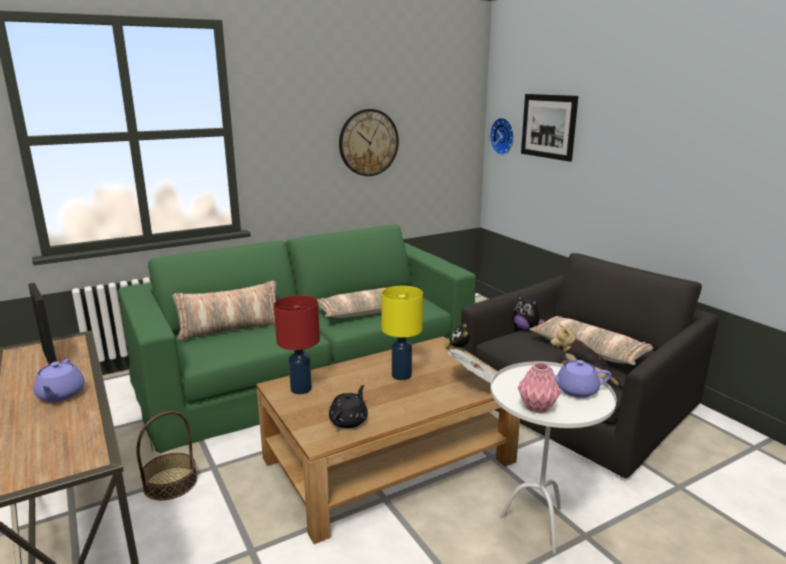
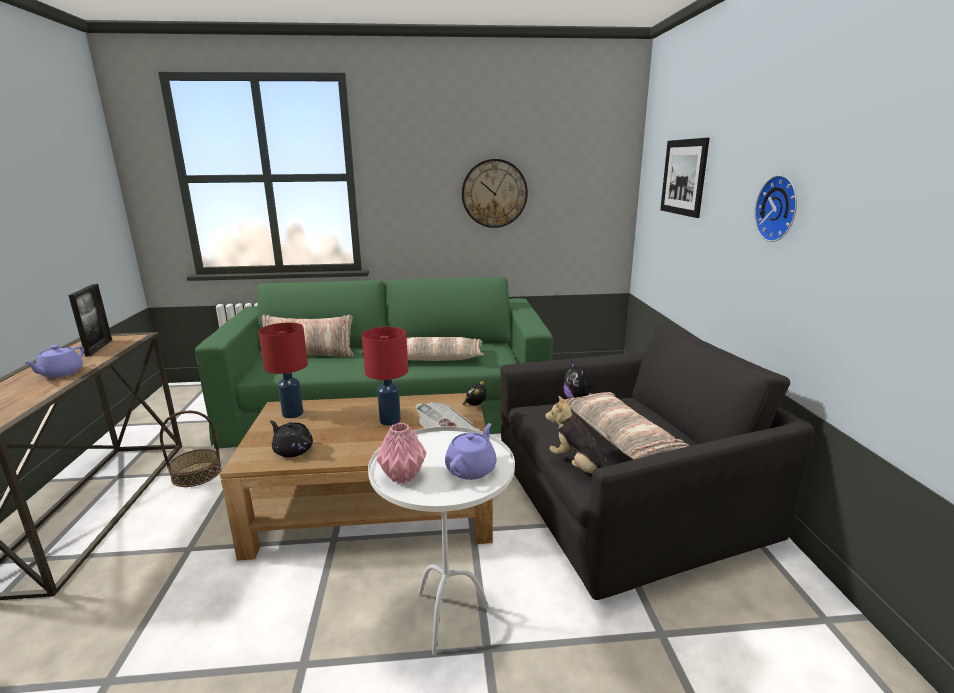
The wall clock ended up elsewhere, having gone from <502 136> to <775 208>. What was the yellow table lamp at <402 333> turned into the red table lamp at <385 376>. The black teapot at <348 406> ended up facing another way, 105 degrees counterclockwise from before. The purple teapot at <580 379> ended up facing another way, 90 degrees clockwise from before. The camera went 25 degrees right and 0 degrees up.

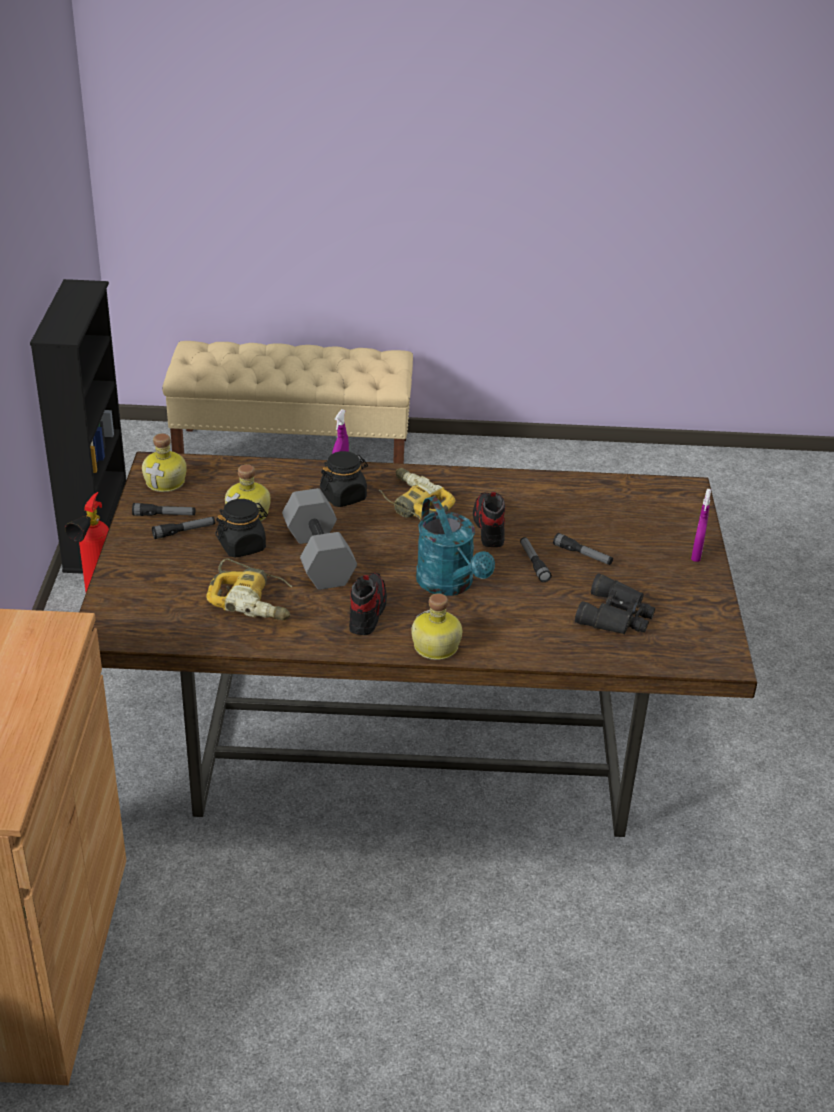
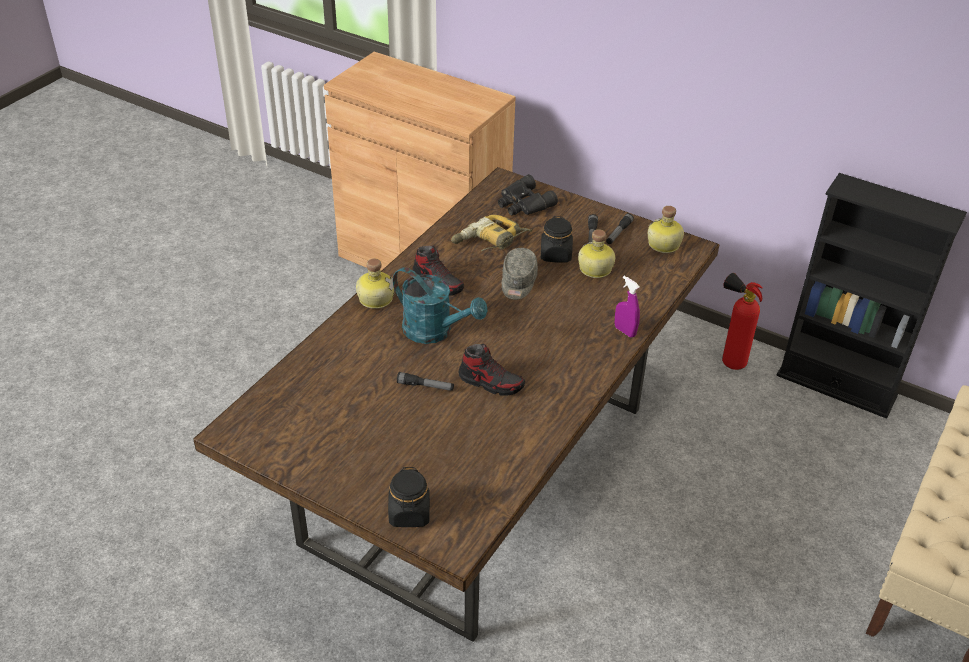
The second view lost the power drill at <417 494>. The second view lost the flashlight at <583 549>. The second view lost the purple spray bottle at <701 525>. The black jar ended up elsewhere, having gone from <344 479> to <409 497>. The black binoculars ended up elsewhere, having gone from <615 603> to <528 194>. Where the grey dumbbell stood at <319 539>, the grey cap came to stand at <520 274>. The turquoise watering can at <455 546> ended up facing another way, 150 degrees counterclockwise from before. The camera went 120 degrees right and 5 degrees up.

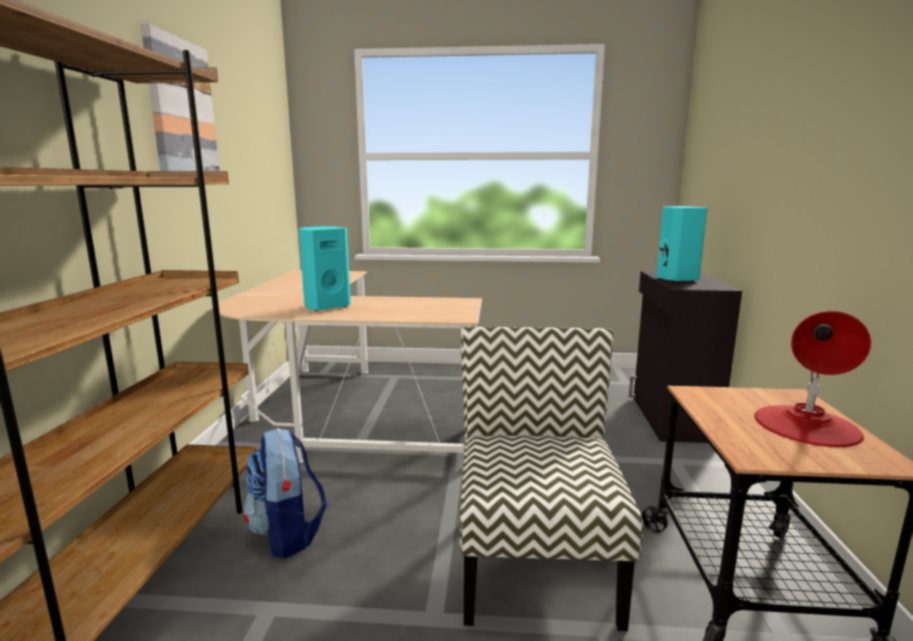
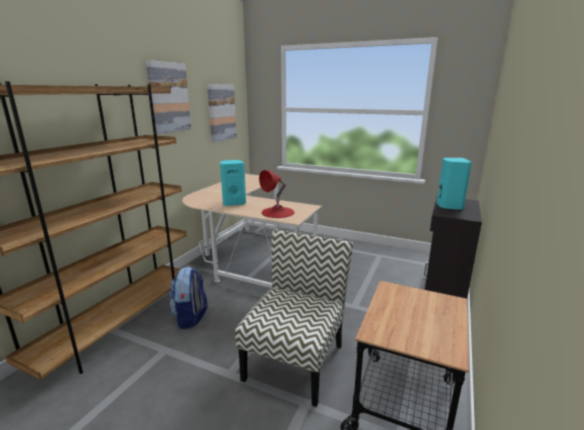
The second view gained the picture at <222 113>. The red table lamp ended up elsewhere, having gone from <812 379> to <276 194>. The camera went 20 degrees right and 5 degrees up.

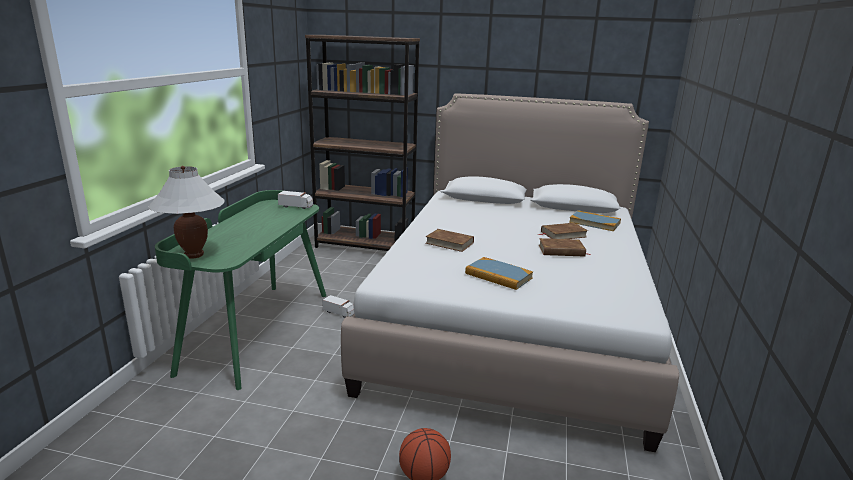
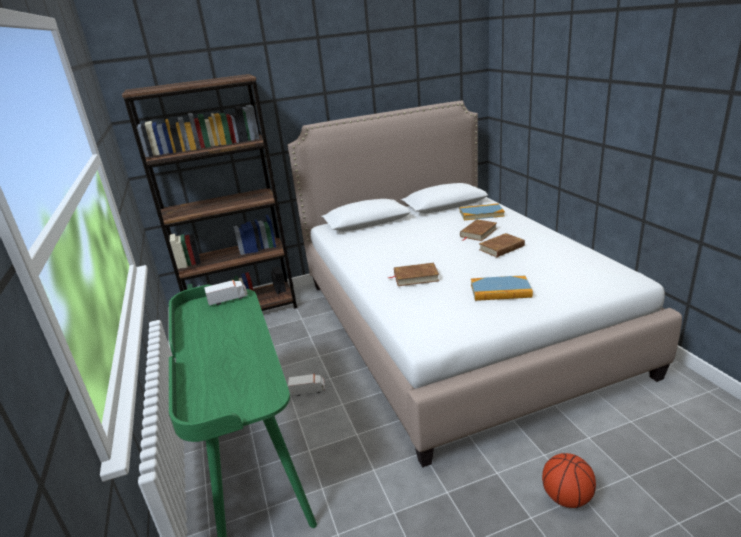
The second view lost the white table lamp at <187 212>. The camera went 30 degrees left and 5 degrees up.

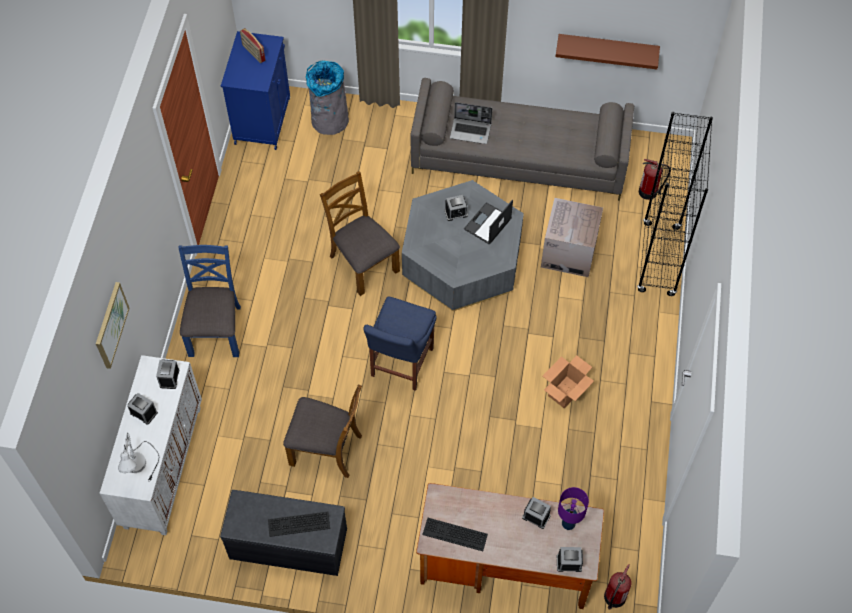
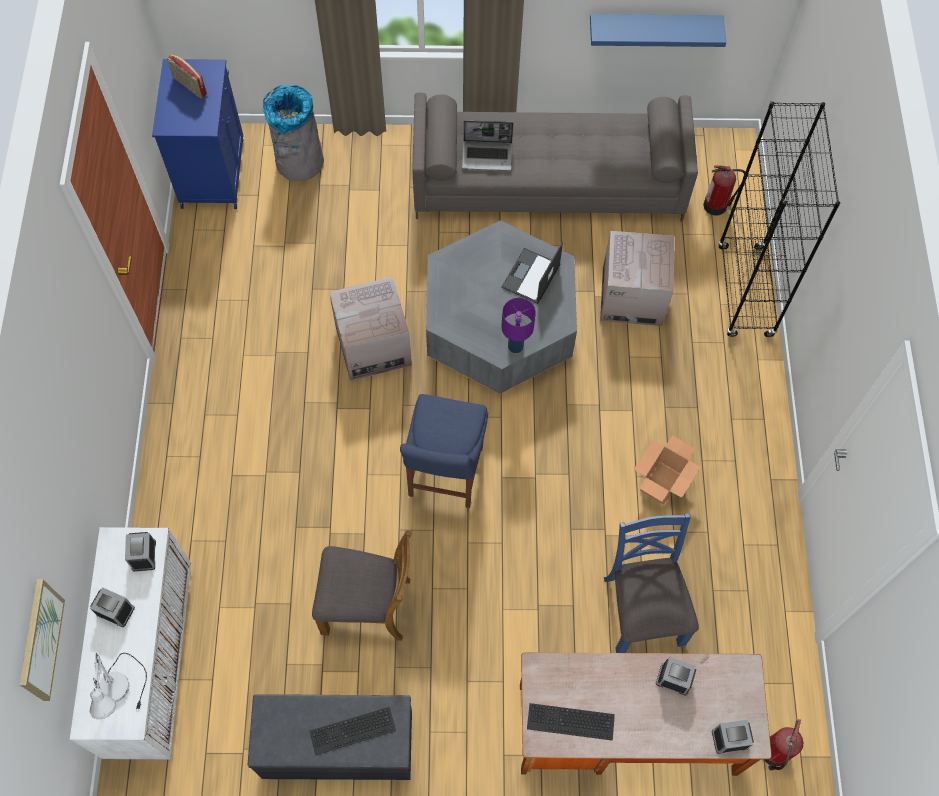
The second view lost the alarm clock at <456 208>. The picture ended up elsewhere, having gone from <113 325> to <42 640>. The blue chair ended up elsewhere, having gone from <209 301> to <651 583>. The purple table lamp ended up elsewhere, having gone from <573 508> to <518 325>. Where the brown chair stood at <360 233>, the cardboard box came to stand at <370 329>. What was the brown shelf at <607 51> turned into the blue shelf at <658 30>. The camera went 10 degrees left and 5 degrees up.

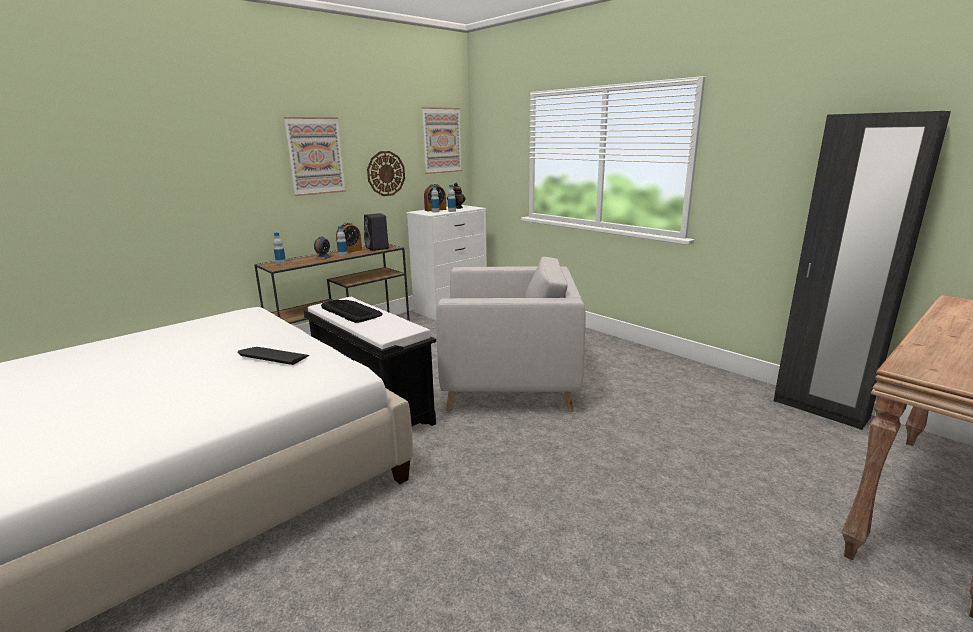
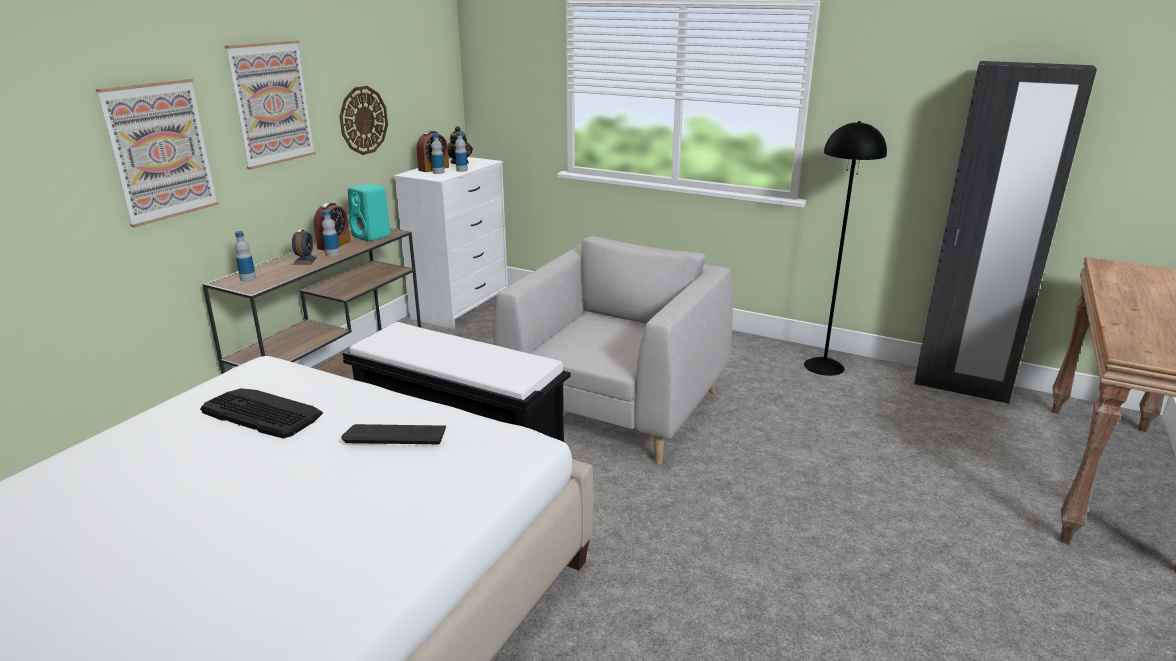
The second view gained the black floor lamp at <845 248>. The keyboard ended up elsewhere, having gone from <352 311> to <261 413>. The picture ended up elsewhere, having gone from <442 140> to <157 153>. What was the black speaker at <376 232> turned into the turquoise speaker at <369 212>. The grey armchair at <511 334> ended up facing another way, 45 degrees counterclockwise from before. The camera went 20 degrees left and 5 degrees up.

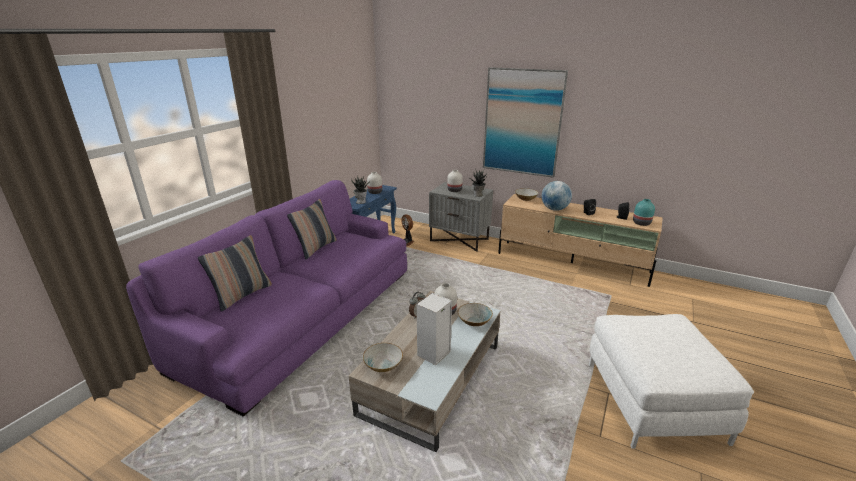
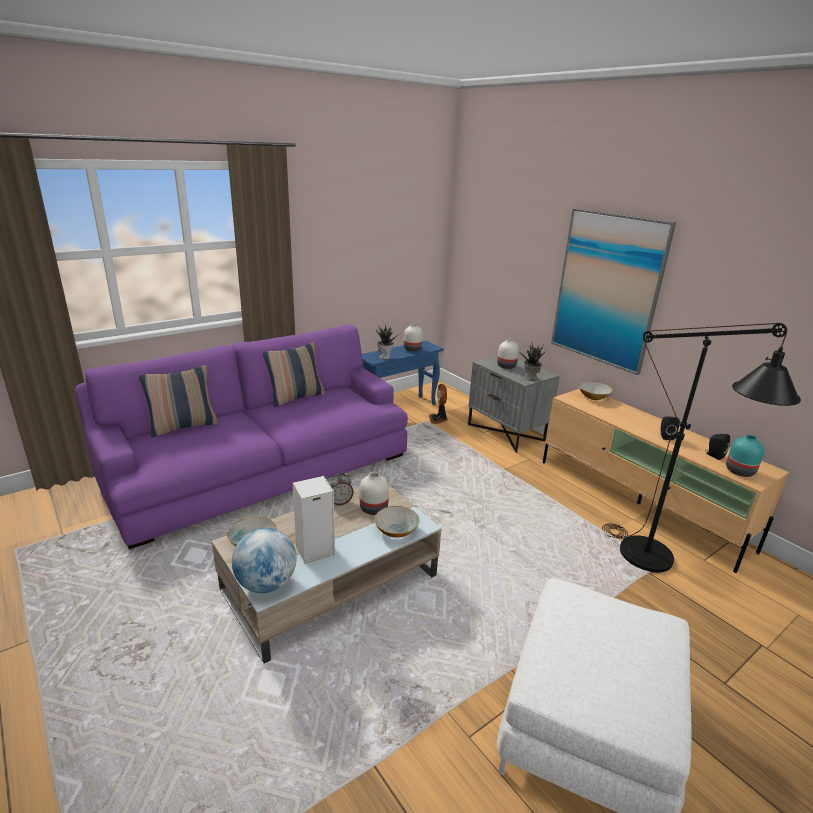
The second view gained the black floor lamp at <701 448>. The globe ended up elsewhere, having gone from <556 196> to <264 560>. The camera went 25 degrees right and 0 degrees up.

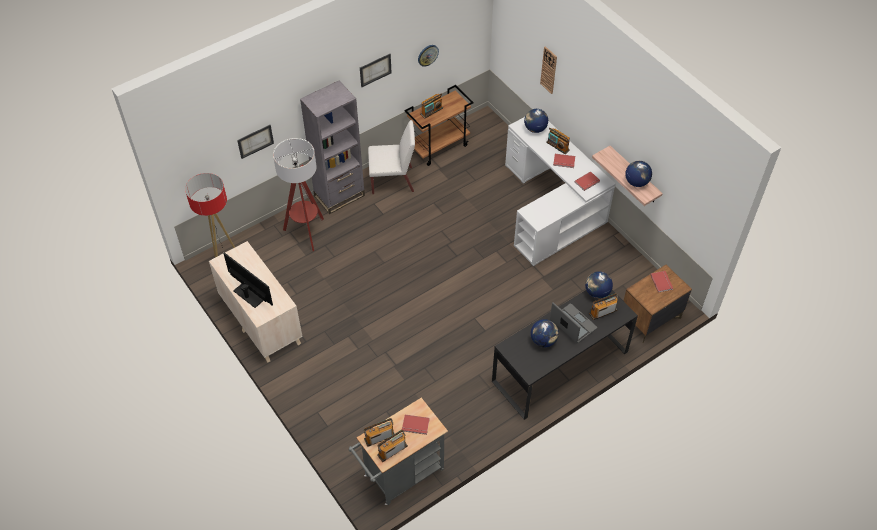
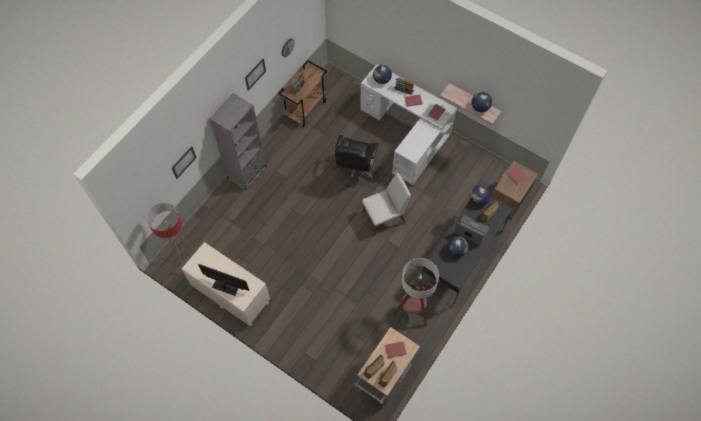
The second view lost the wall clock at <548 70>. The second view gained the black office chair at <356 161>. The floor lamp ended up elsewhere, having gone from <298 194> to <415 292>. The white chair ended up elsewhere, having gone from <391 157> to <386 204>. The camera went 20 degrees left and 10 degrees up.

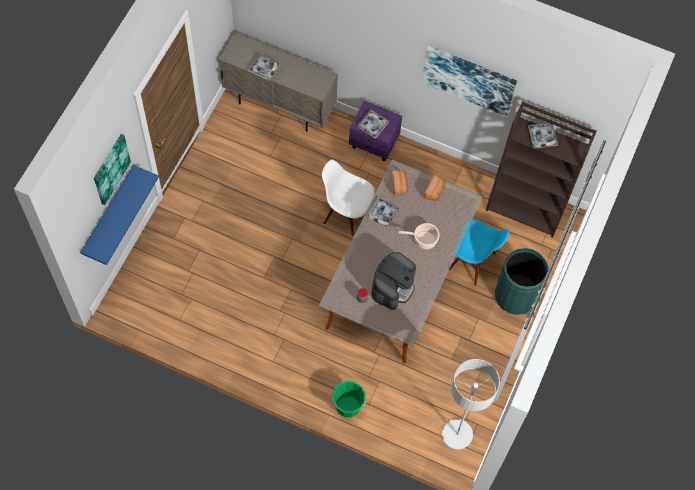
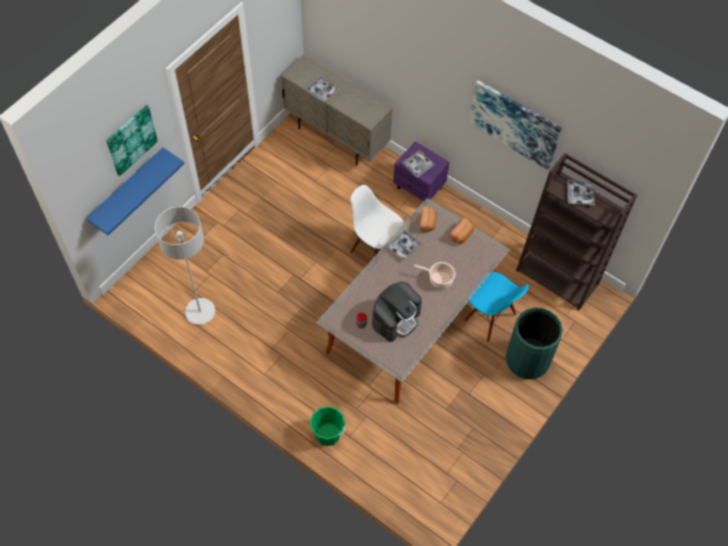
The grey floor lamp ended up elsewhere, having gone from <471 404> to <185 266>. The camera went 15 degrees right and 5 degrees down.

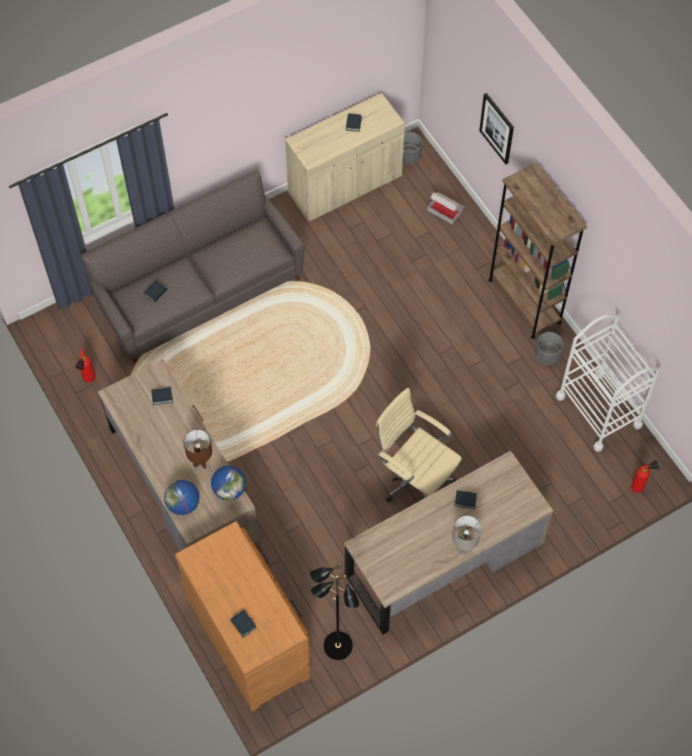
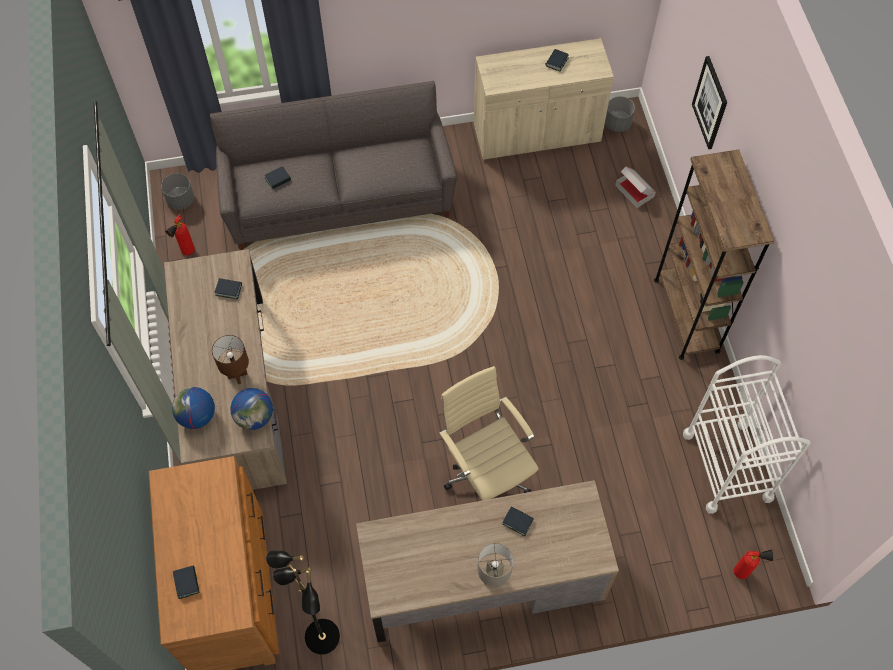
The grey planter ended up elsewhere, having gone from <549 348> to <177 191>. The camera went 20 degrees right and 0 degrees up.

